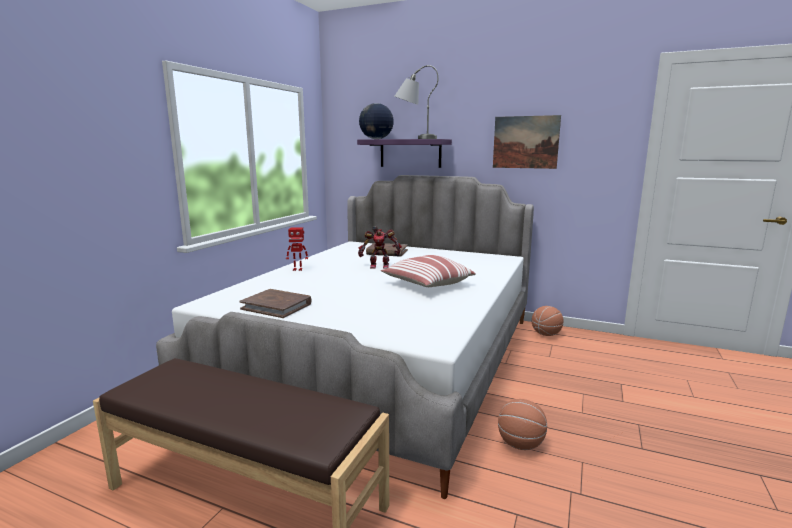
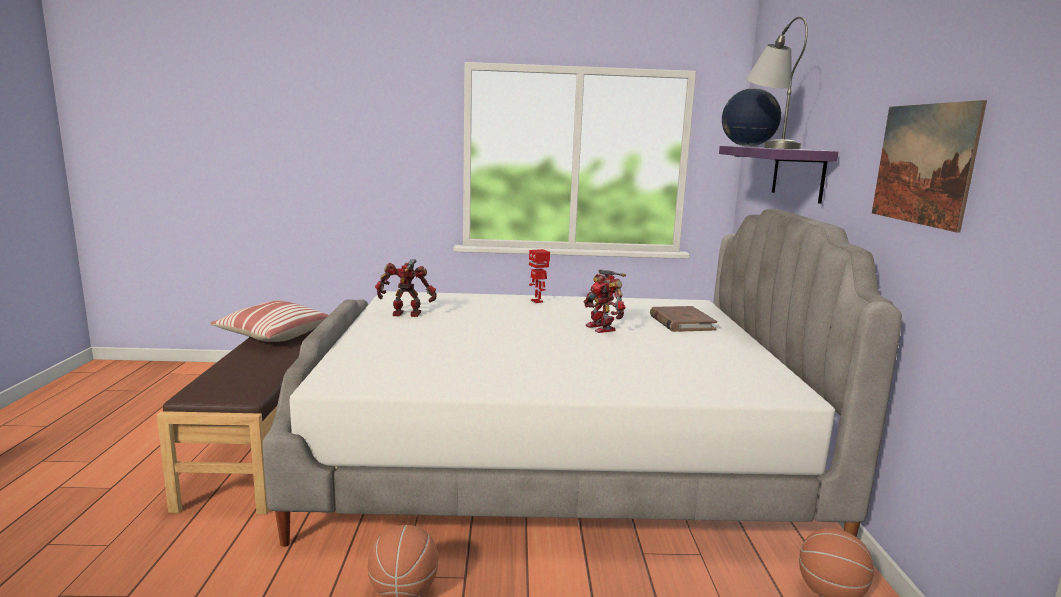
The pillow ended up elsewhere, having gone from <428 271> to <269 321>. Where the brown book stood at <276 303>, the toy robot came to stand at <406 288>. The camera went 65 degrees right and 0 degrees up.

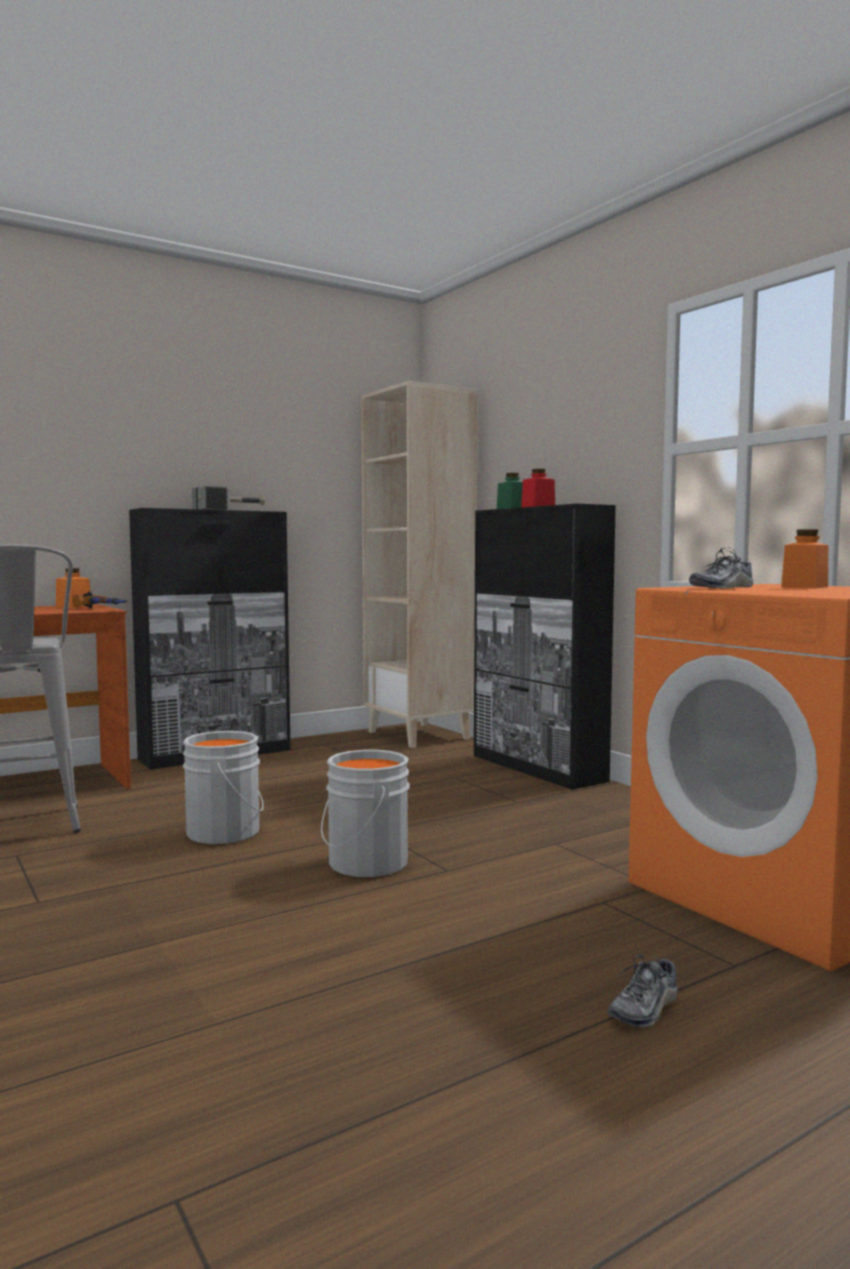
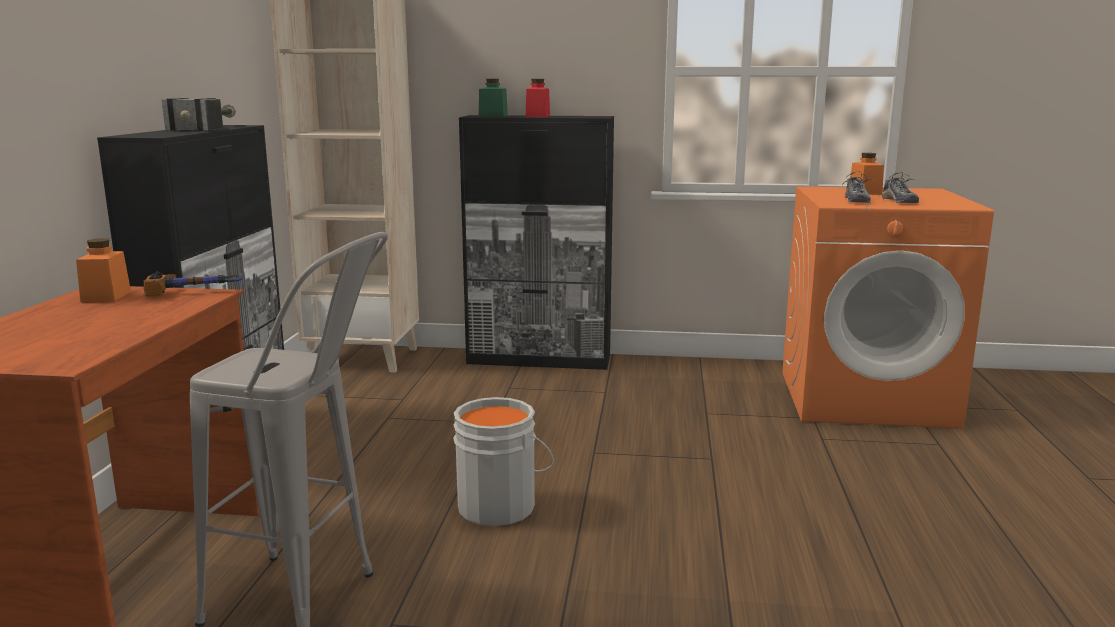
The second view lost the grey bucket at <365 813>. The shoe ended up elsewhere, having gone from <643 990> to <900 188>. The camera went 50 degrees left and 10 degrees up.

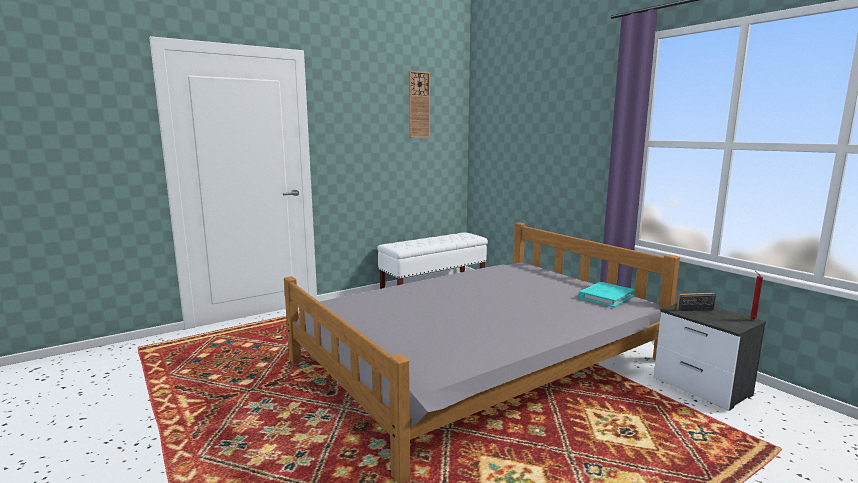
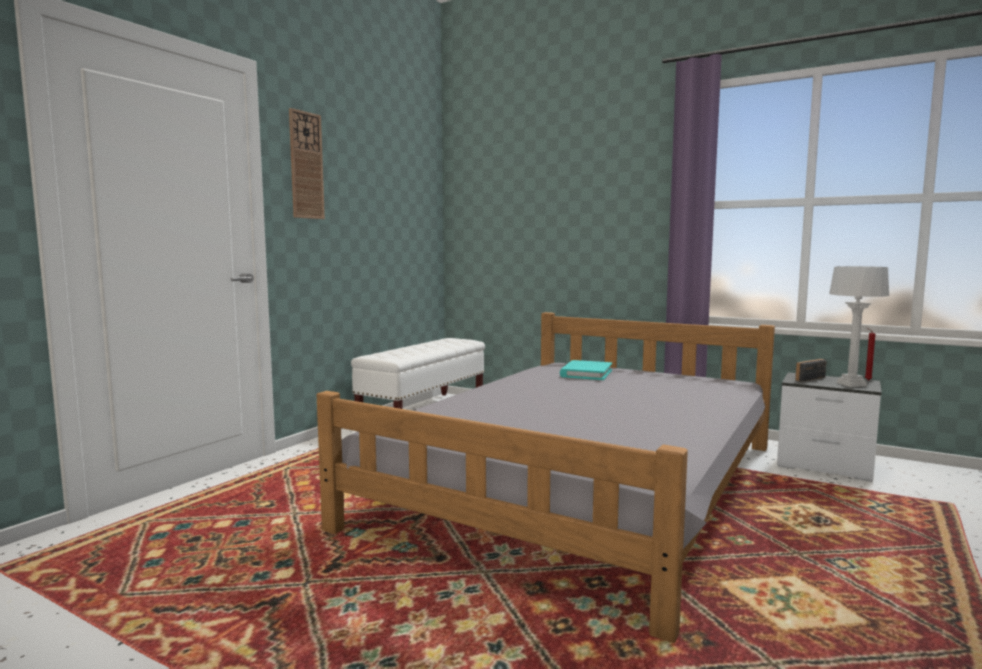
The second view gained the grey table lamp at <859 326>. The wall clock ended up elsewhere, having gone from <419 104> to <307 163>. The turquoise book ended up elsewhere, having gone from <606 295> to <586 370>. The camera went 25 degrees left and 5 degrees down.

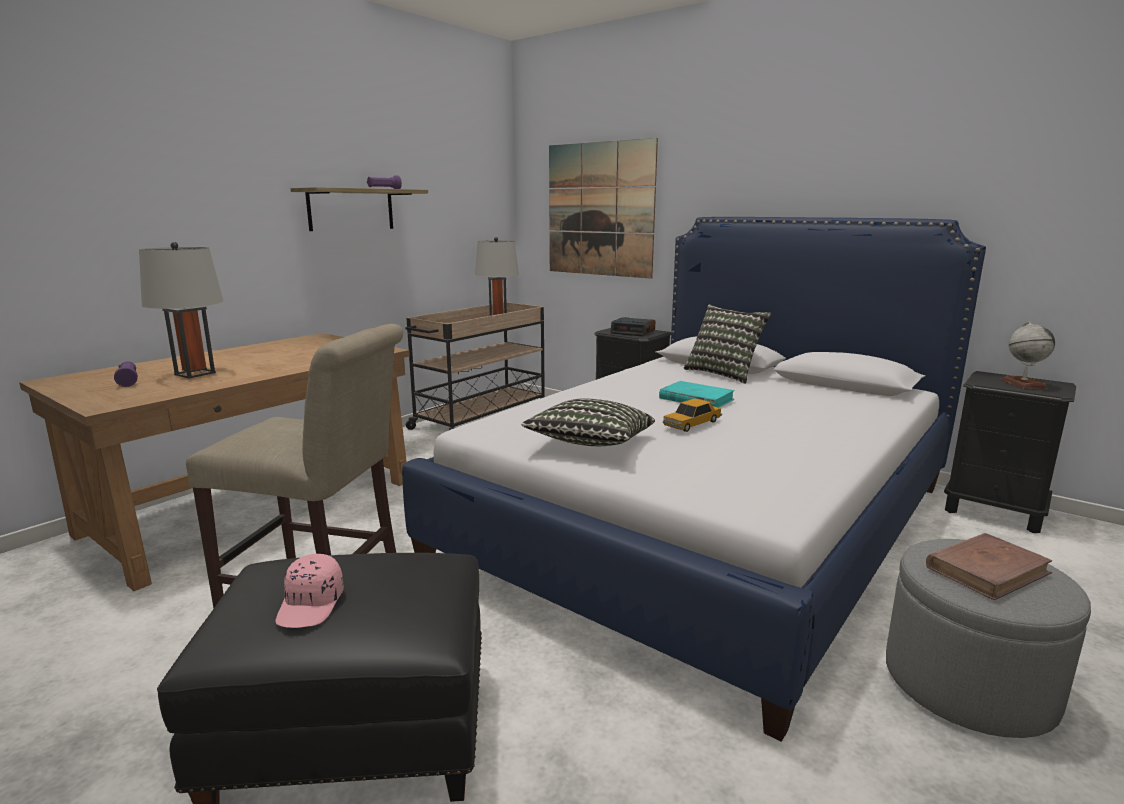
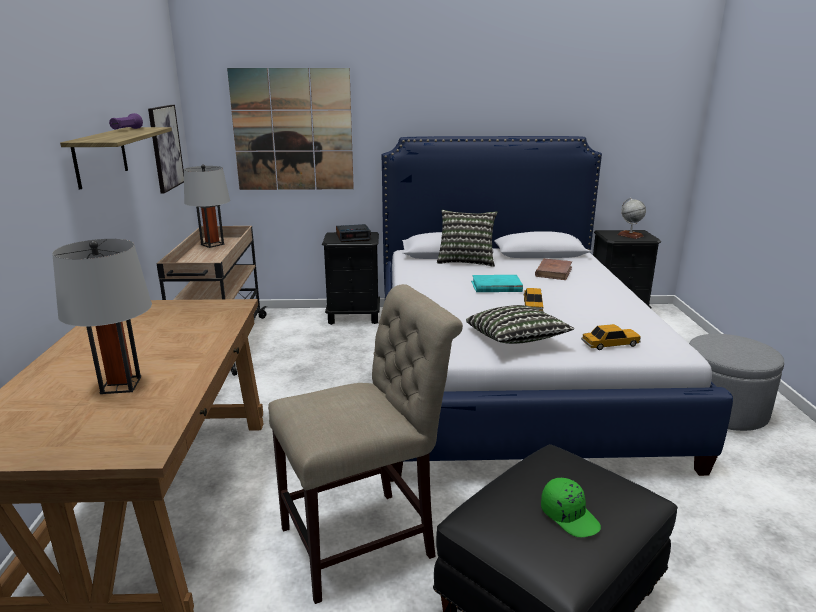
The second view lost the purple flashlight at <126 374>. The second view gained the picture at <166 149>. The second view gained the toy car at <611 337>. The brown book ended up elsewhere, having gone from <989 566> to <553 269>. What was the pink cap at <309 591> turned into the green cap at <571 507>. The camera went 40 degrees left and 5 degrees up.

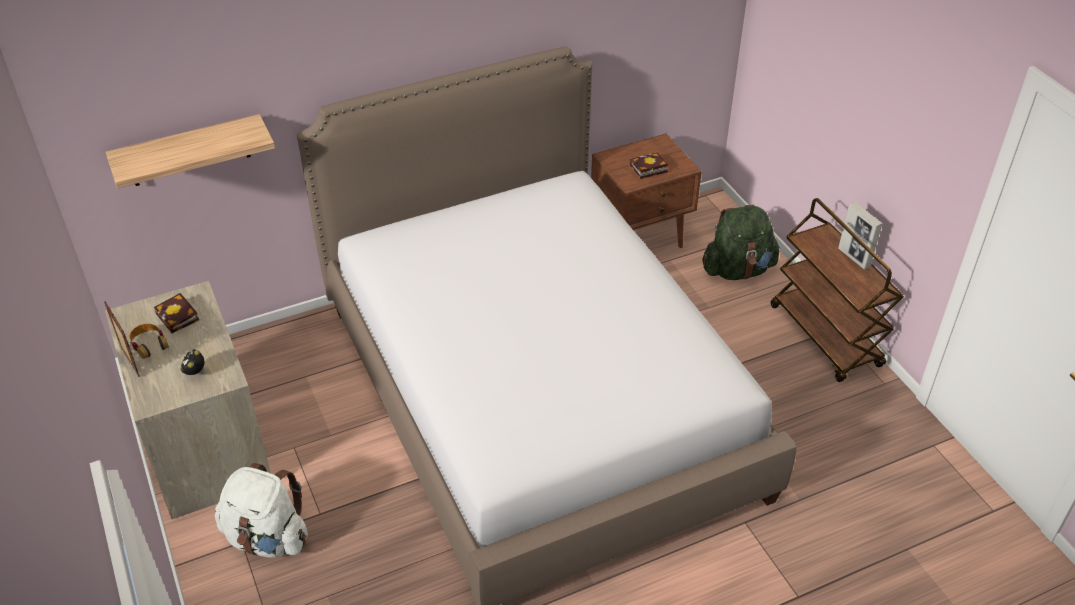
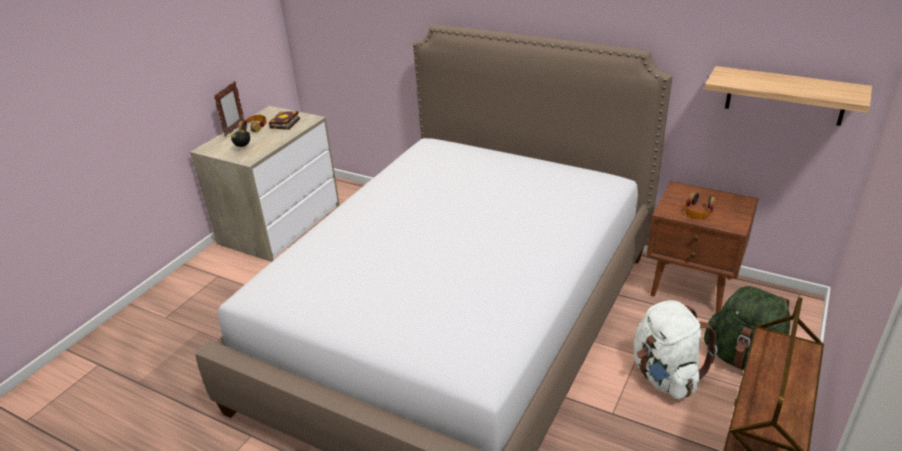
The second view lost the picture frame at <860 235>. The shelf ended up elsewhere, having gone from <190 151> to <788 96>. The white backpack ended up elsewhere, having gone from <261 510> to <675 349>. Where the book stood at <649 165>, the headphones came to stand at <700 205>. The camera went 55 degrees right and 10 degrees down.

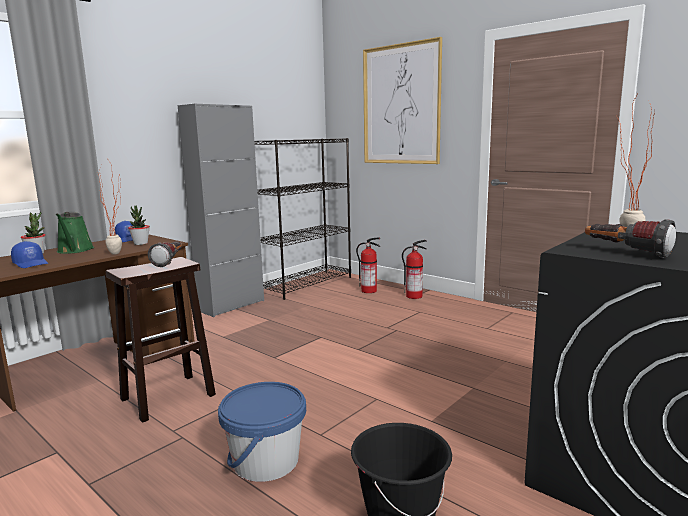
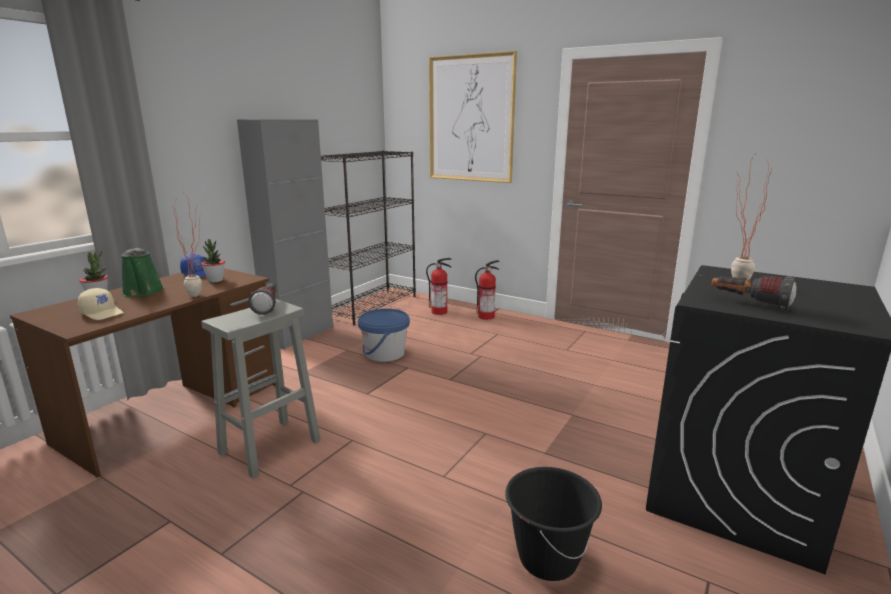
The blue bucket ended up elsewhere, having gone from <262 432> to <384 335>. What was the blue cap at <29 254> turned into the beige cap at <101 304>. What was the brown stool at <161 340> turned into the grey stool at <261 388>. The camera went 10 degrees left and 5 degrees up.

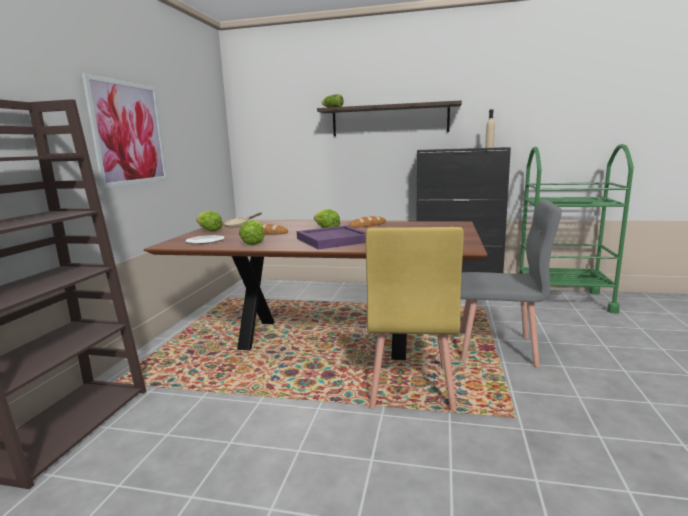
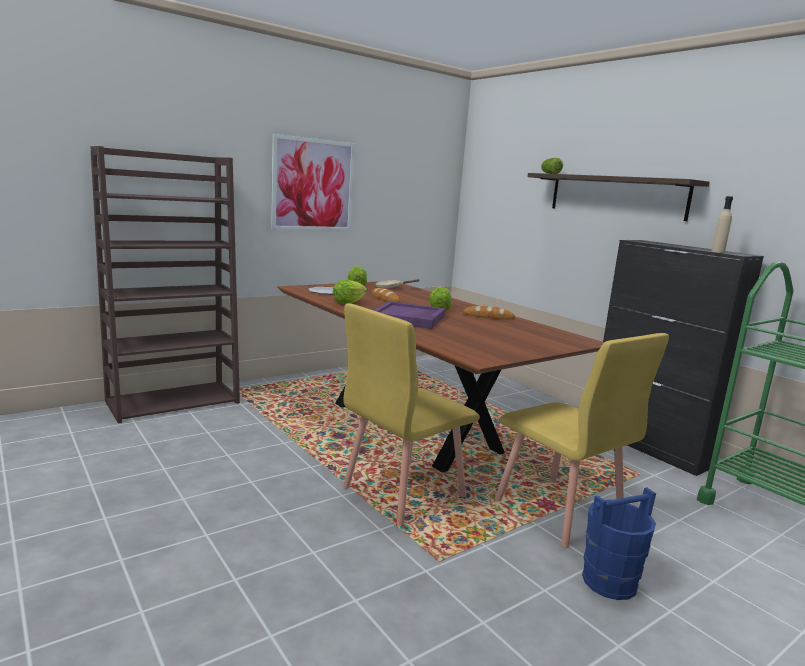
The second view gained the blue bucket at <619 543>. What was the grey chair at <511 283> turned into the yellow chair at <582 440>. The camera went 40 degrees right and 0 degrees up.

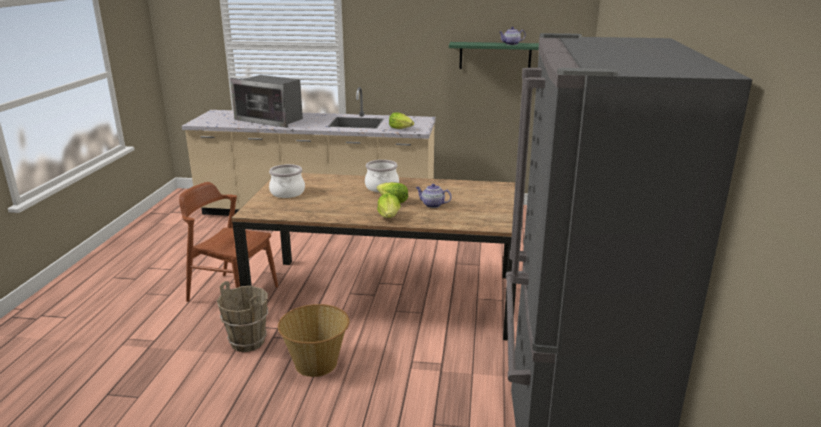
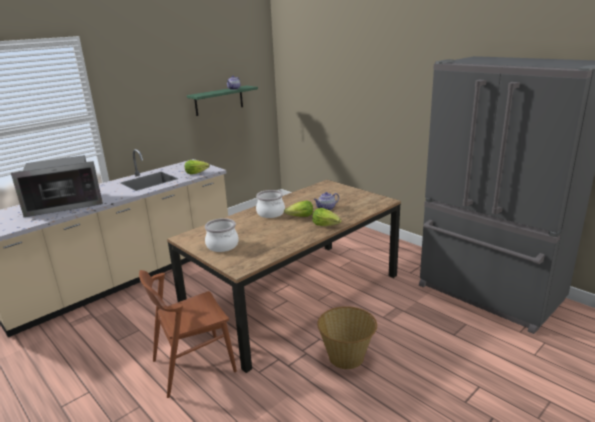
The second view lost the brown bucket at <242 316>. The camera went 50 degrees left and 0 degrees up.

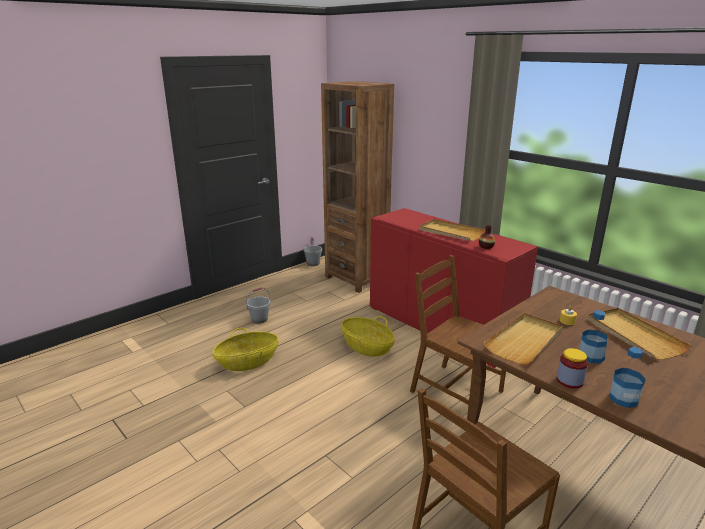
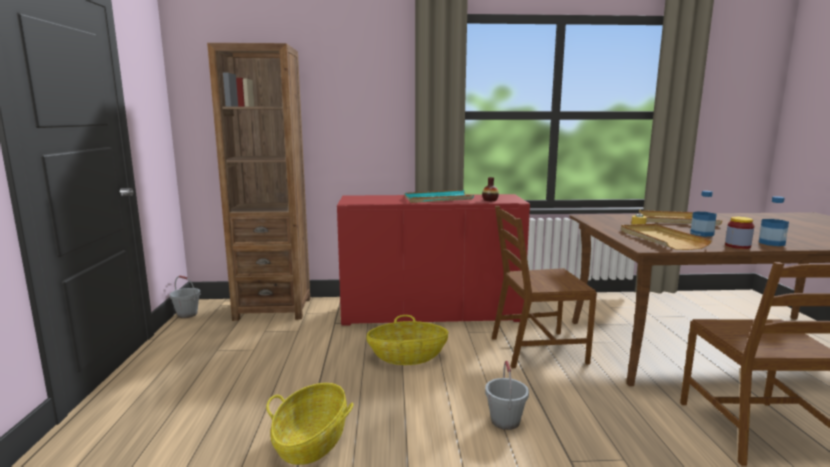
The grey bucket ended up elsewhere, having gone from <258 305> to <507 395>. What was the beige tray at <452 230> turned into the turquoise tray at <439 196>. The camera went 50 degrees left and 10 degrees down.

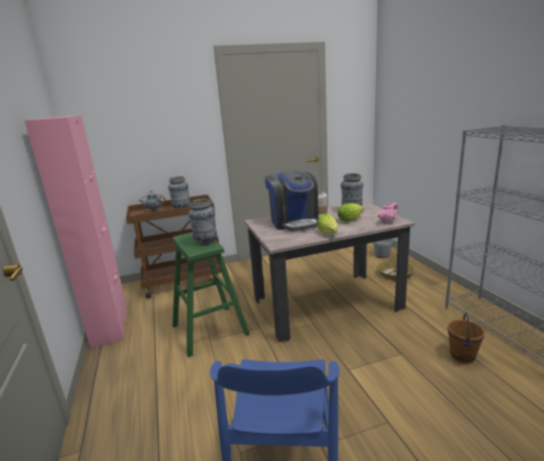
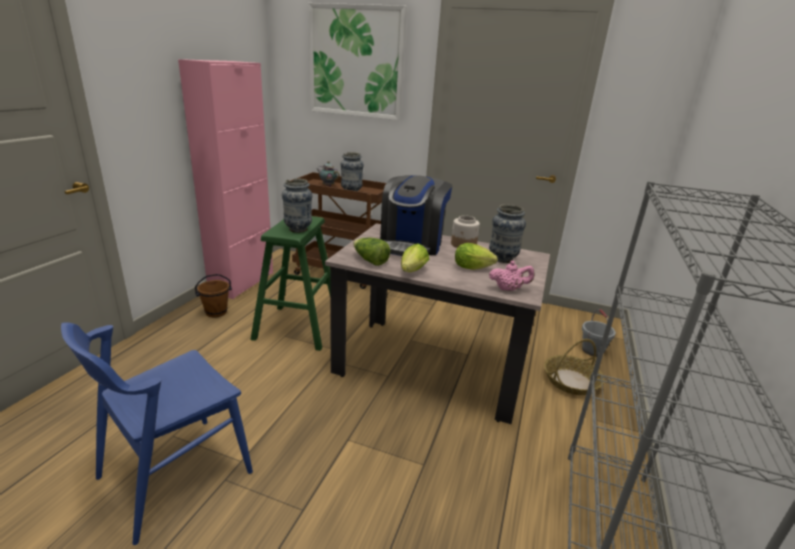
The second view gained the picture at <357 61>. The second view gained the lettuce at <371 252>. The brown bucket ended up elsewhere, having gone from <466 338> to <213 295>. The camera went 35 degrees right and 5 degrees up.

